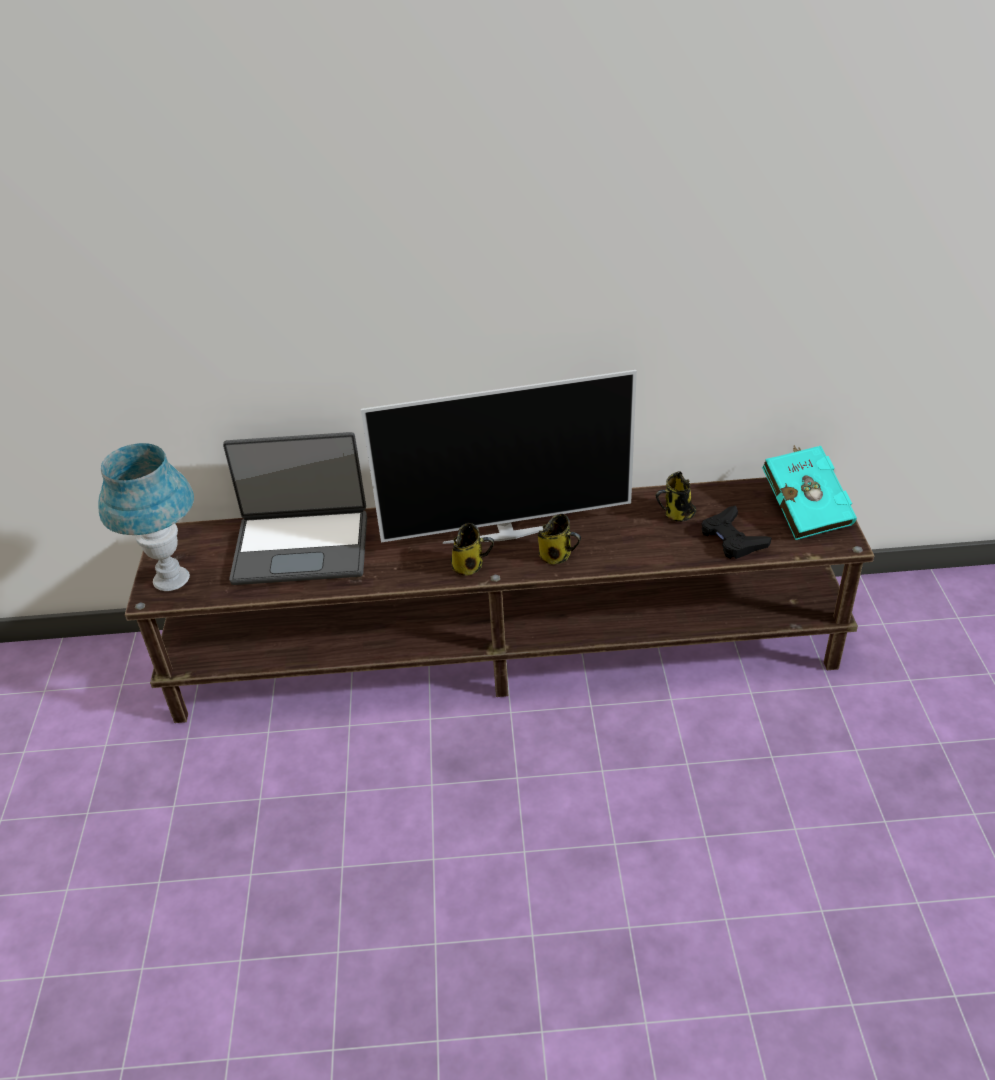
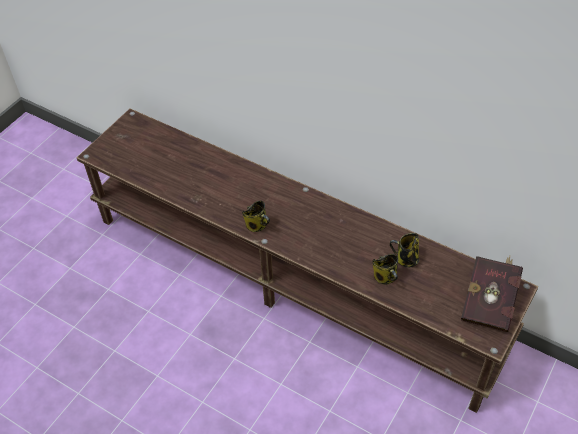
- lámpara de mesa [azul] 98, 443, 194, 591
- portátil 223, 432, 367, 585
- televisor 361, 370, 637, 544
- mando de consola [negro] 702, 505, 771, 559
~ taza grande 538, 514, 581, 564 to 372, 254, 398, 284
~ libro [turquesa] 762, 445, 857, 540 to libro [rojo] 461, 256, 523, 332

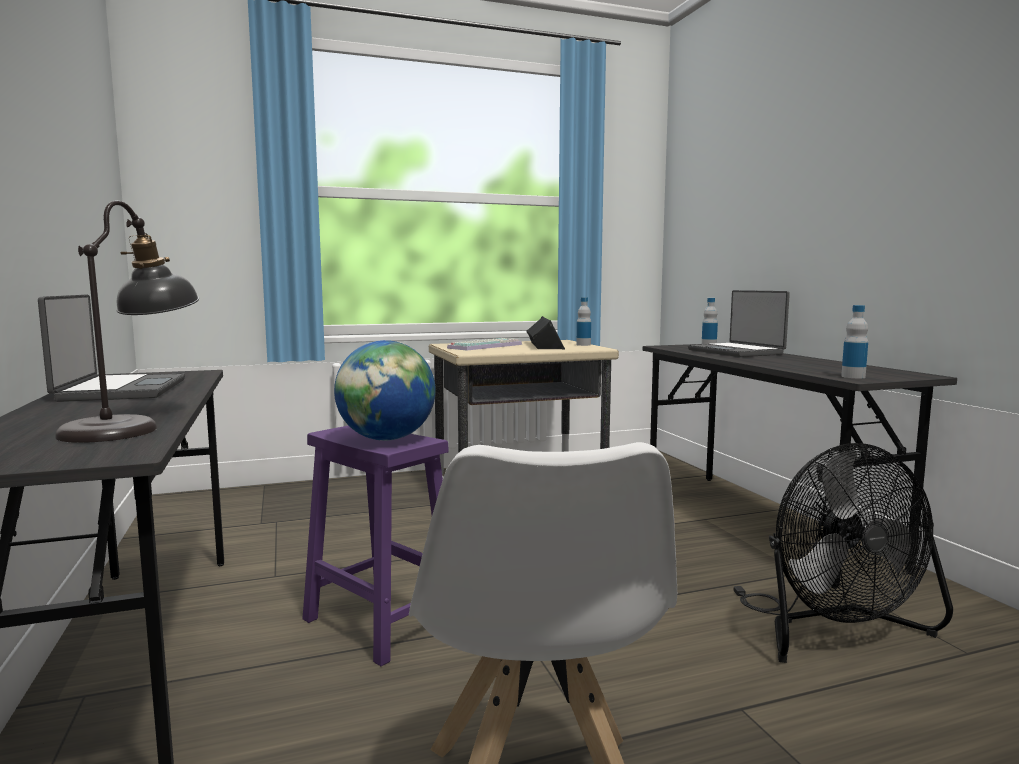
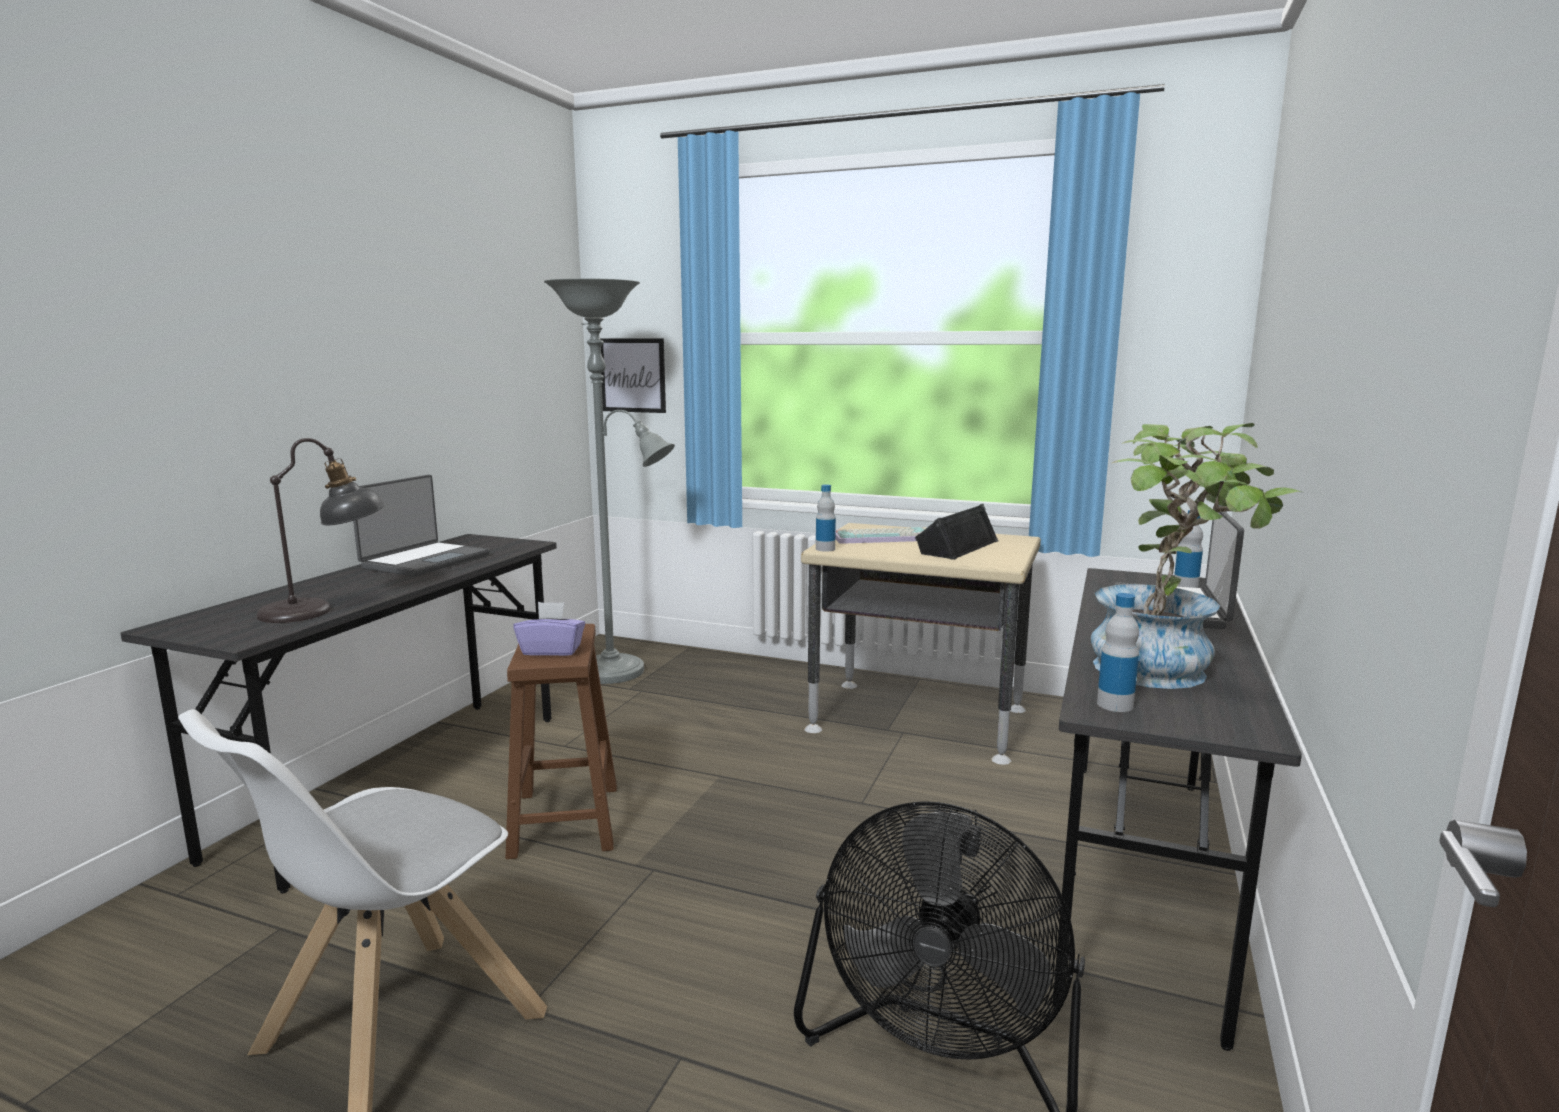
+ lámpara de pie [gris] 544, 278, 675, 684
+ cuadro 601, 338, 666, 413
+ planta en maceta 1091, 423, 1305, 689
~ botella 577, 297, 591, 346 to 816, 484, 836, 552
~ globo terráqueo 334, 340, 436, 441 to caja de pañuelos [morado] 513, 602, 585, 656
~ taburete [morado] 302, 425, 449, 666 to taburete [marrón] 506, 624, 617, 859

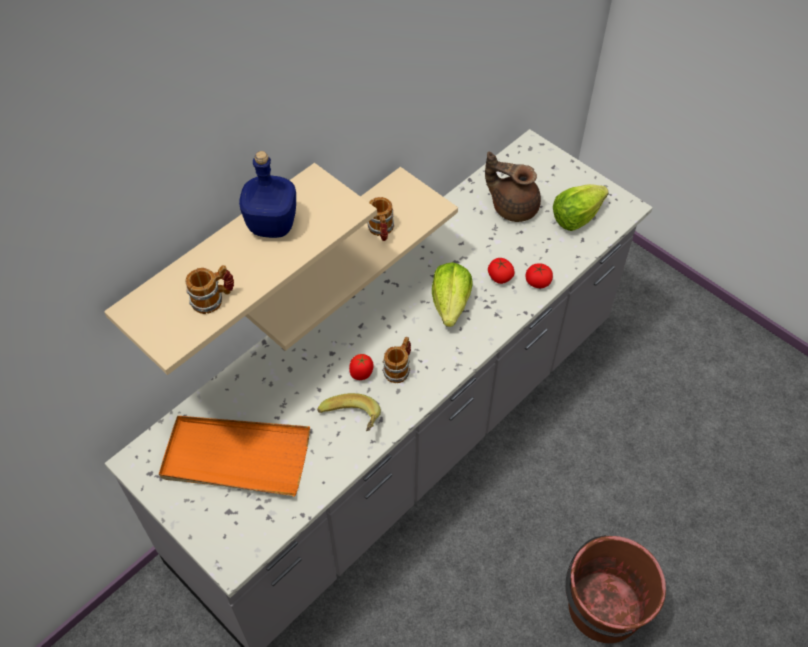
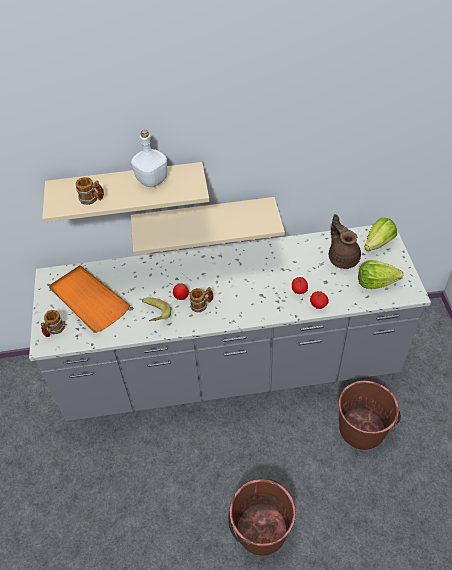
+ cubo [marrón] 338, 381, 401, 450
~ taza grande 368, 197, 394, 241 to 41, 310, 65, 337
~ lechuga 432, 262, 472, 327 to 365, 218, 397, 251
~ botella [azul] 239, 151, 296, 238 to botella [blanco] 131, 130, 167, 187

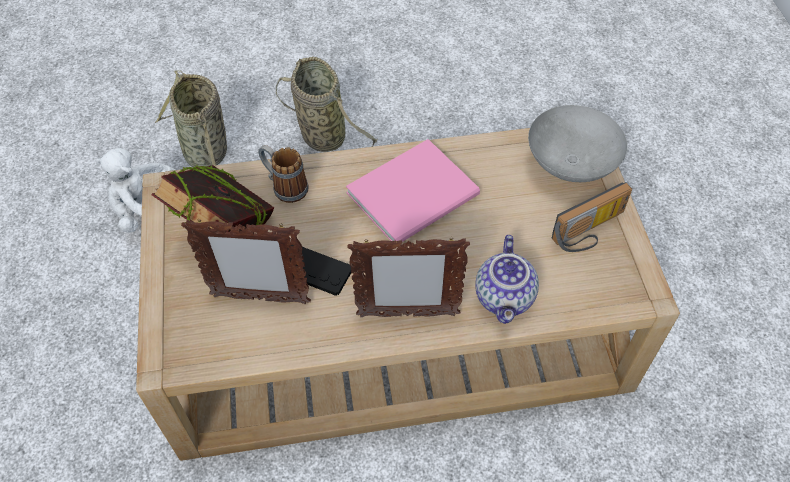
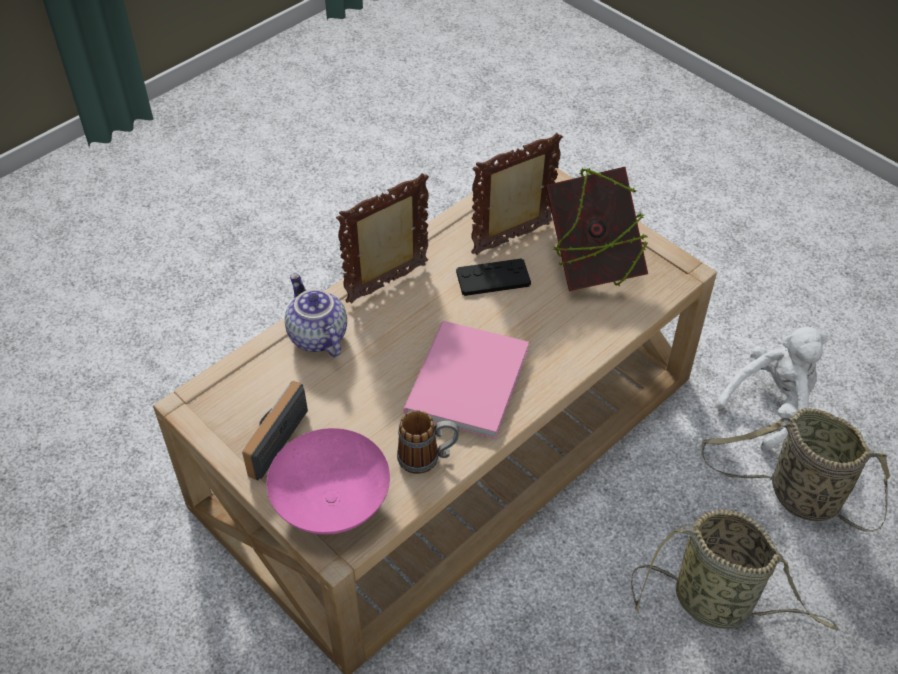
~ taza grande 258, 145, 308, 203 to 397, 410, 459, 474
~ cuenco [gris] 528, 105, 627, 182 to cuenco [rosa] 267, 428, 390, 535

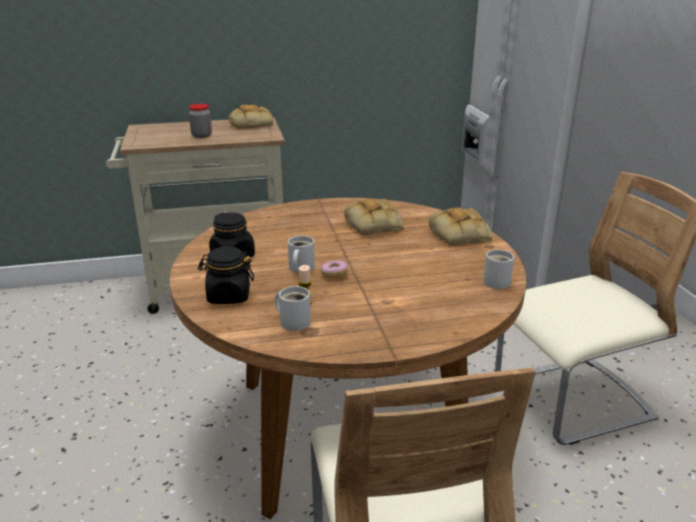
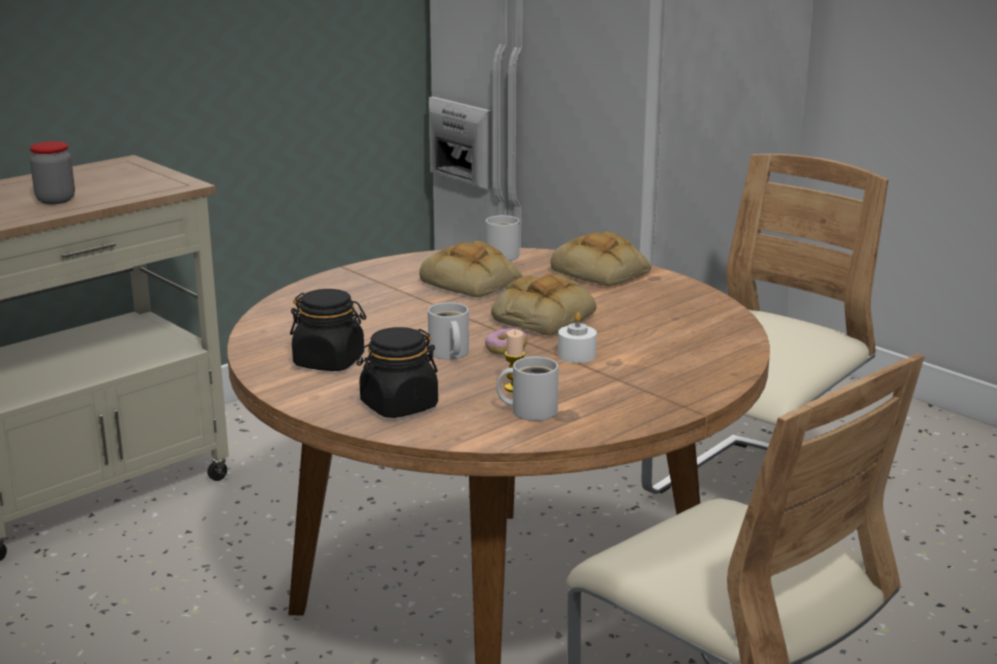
+ vela [blanco] 558, 312, 597, 363
~ pan 228, 105, 273, 129 to 491, 274, 596, 336
~ taza grande [blanco] 483, 250, 514, 289 to 486, 215, 520, 261

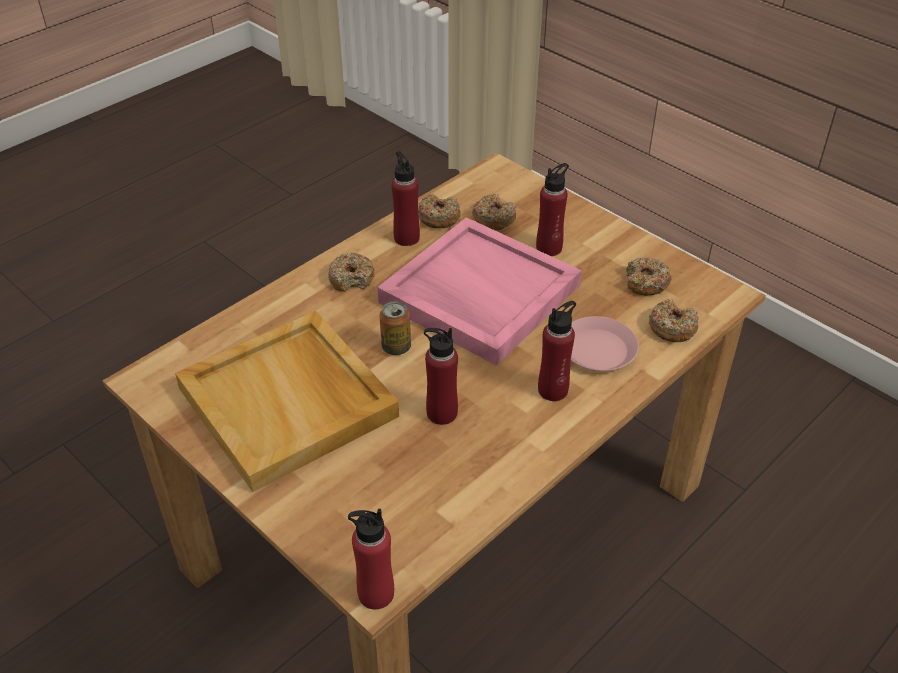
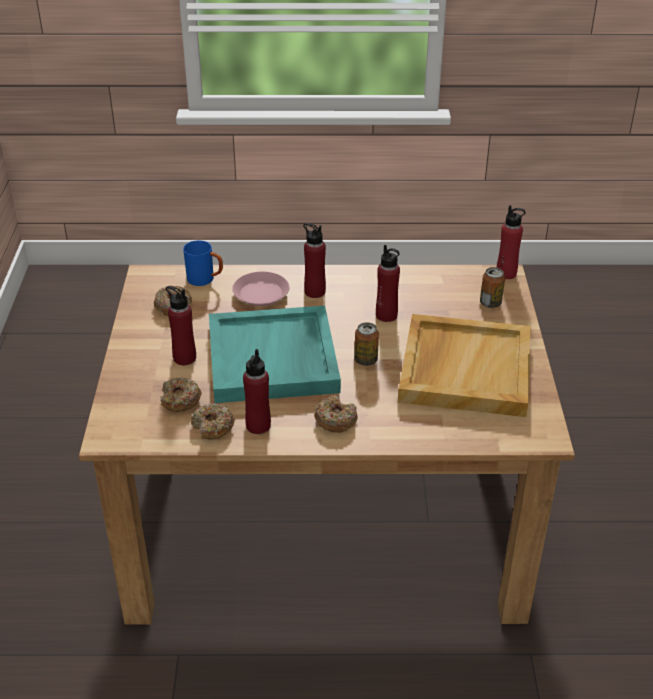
+ lata 480, 267, 505, 308
~ rosquilla 649, 299, 699, 342 to taza grande [azul] 183, 240, 223, 286
~ bandeja [rosa] 378, 217, 582, 366 to bandeja [turquesa] 209, 306, 341, 403

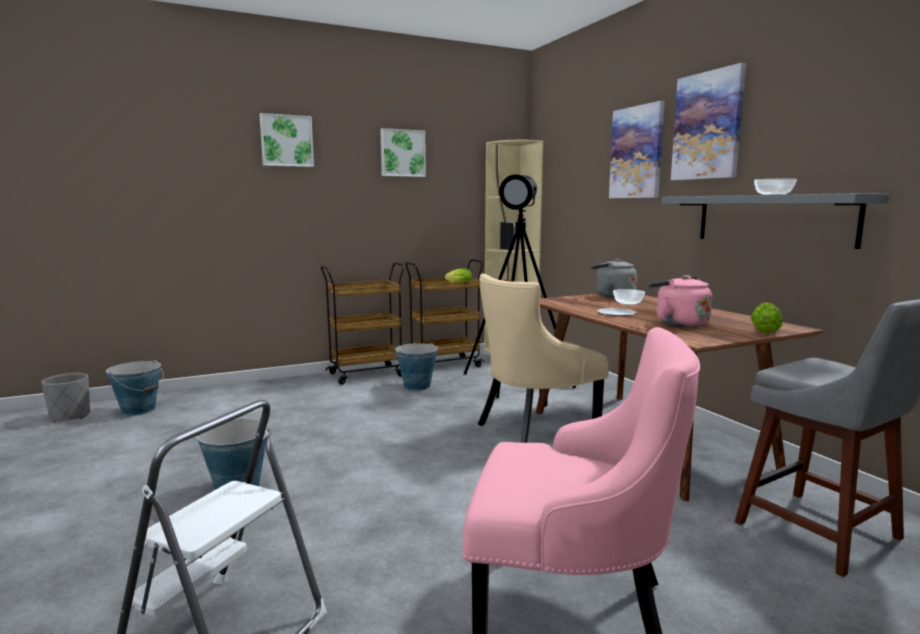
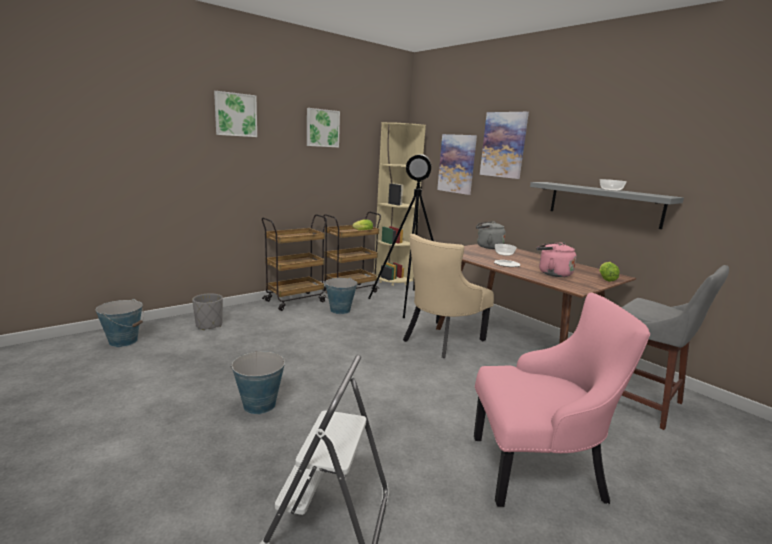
~ maceta [gris] 41, 373, 90, 422 to 192, 293, 223, 330
~ cuadro 671, 63, 746, 180 to 437, 134, 477, 195

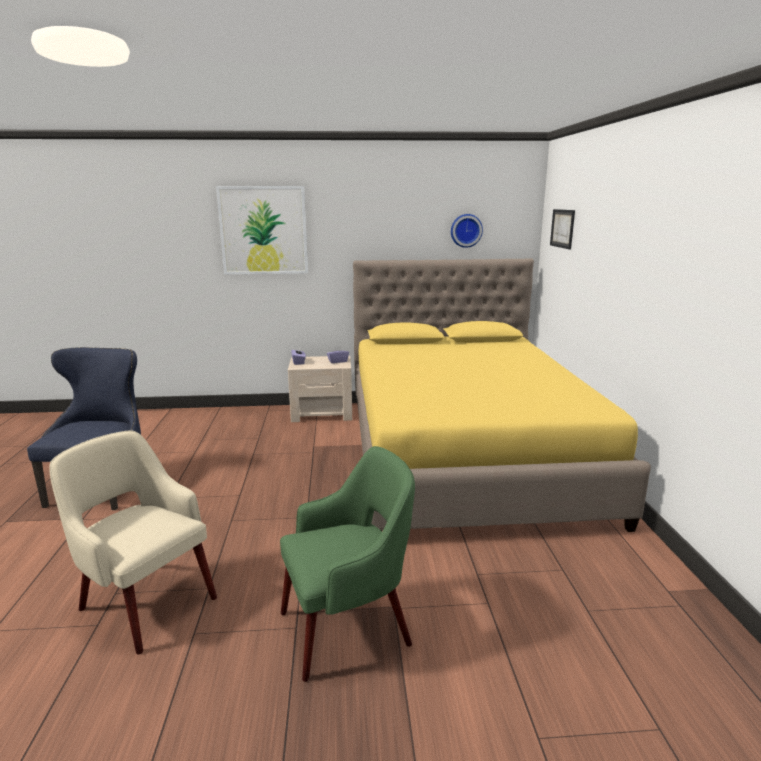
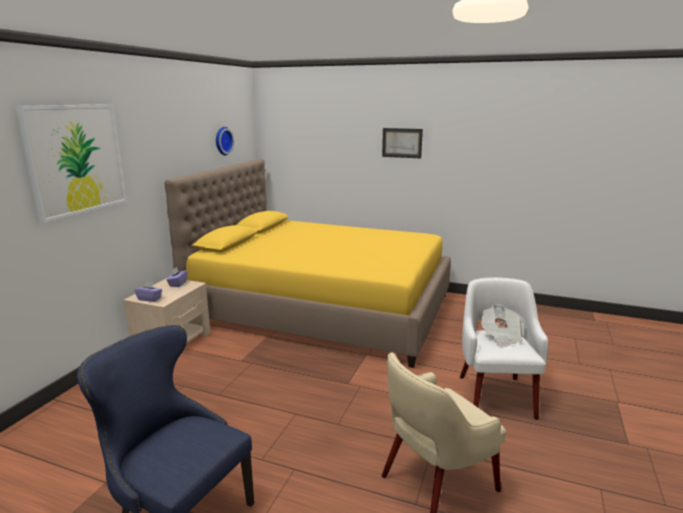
+ periódico 481, 304, 524, 347
~ cuadro 550, 209, 575, 250 to 382, 128, 423, 158
~ sillón [verde] 280, 446, 415, 682 to sillón [blanco] 460, 277, 548, 420

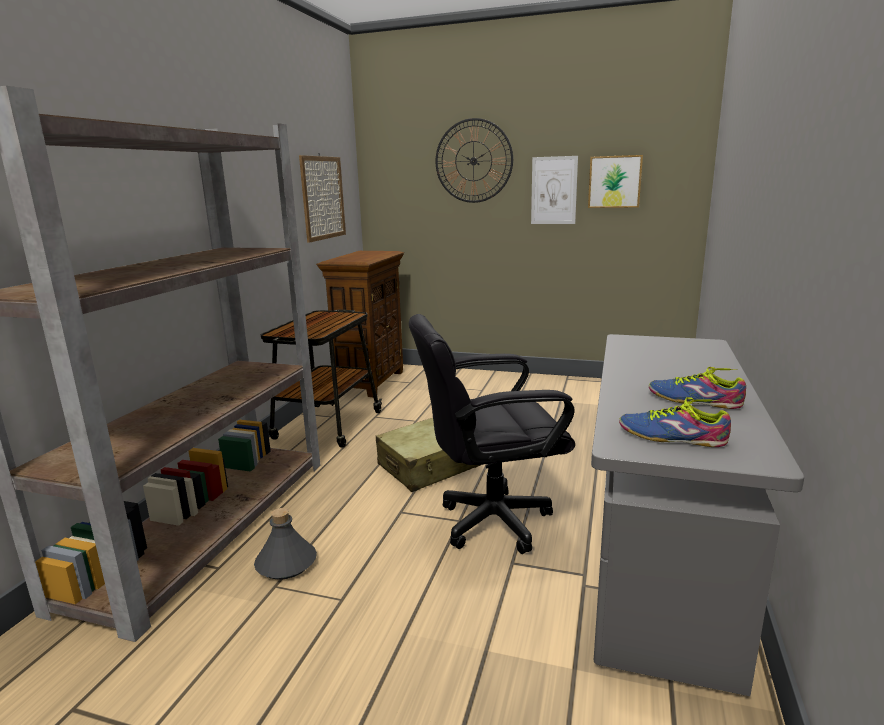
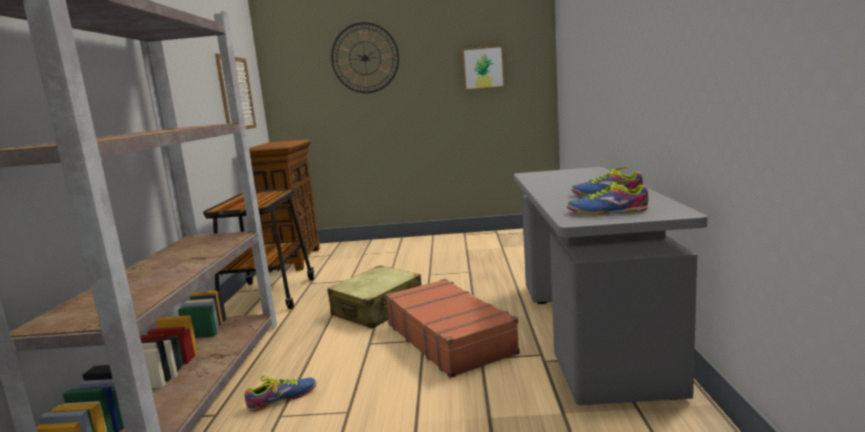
- cuadro 531, 156, 578, 224
~ botella [gris] 254, 508, 317, 580 to zapato 245, 376, 316, 412
~ silla de oficina [negro] 409, 314, 575, 554 to maleta [marrón] 385, 279, 520, 378

